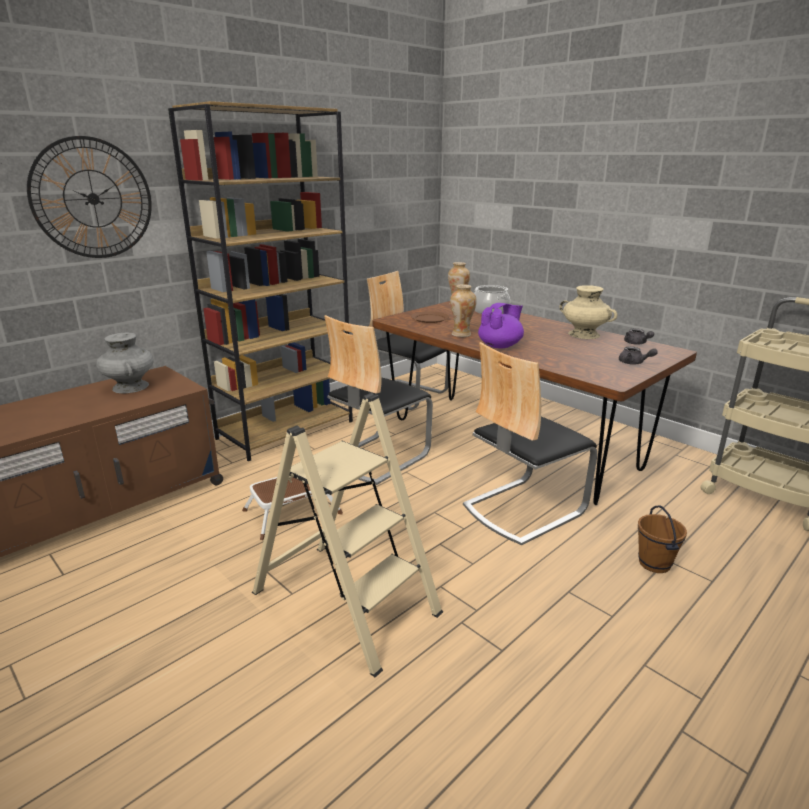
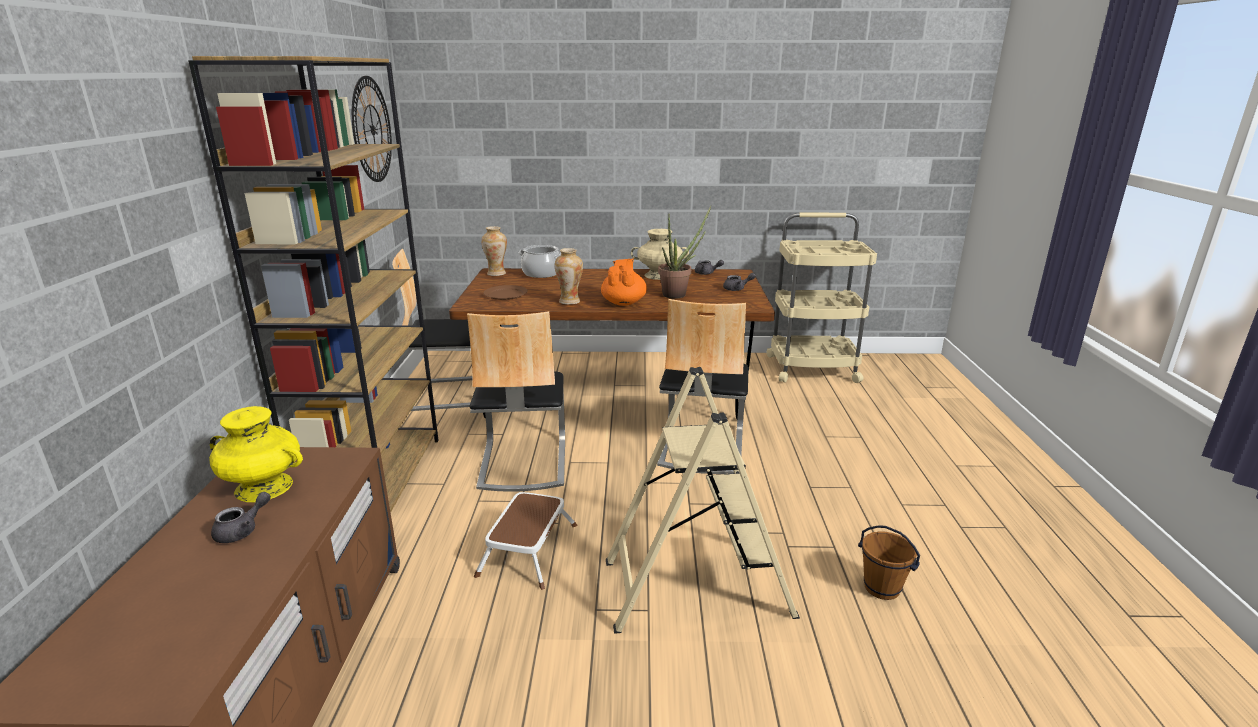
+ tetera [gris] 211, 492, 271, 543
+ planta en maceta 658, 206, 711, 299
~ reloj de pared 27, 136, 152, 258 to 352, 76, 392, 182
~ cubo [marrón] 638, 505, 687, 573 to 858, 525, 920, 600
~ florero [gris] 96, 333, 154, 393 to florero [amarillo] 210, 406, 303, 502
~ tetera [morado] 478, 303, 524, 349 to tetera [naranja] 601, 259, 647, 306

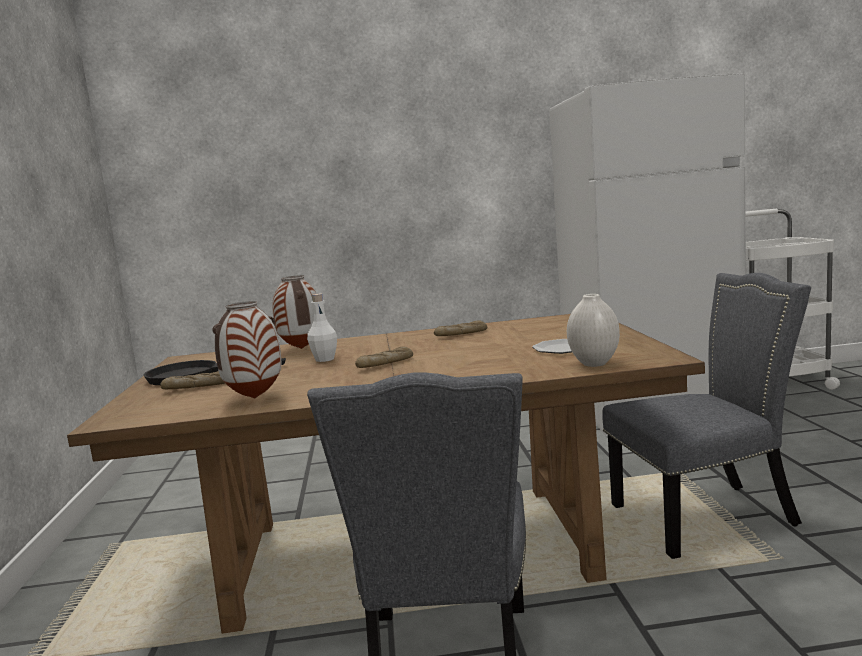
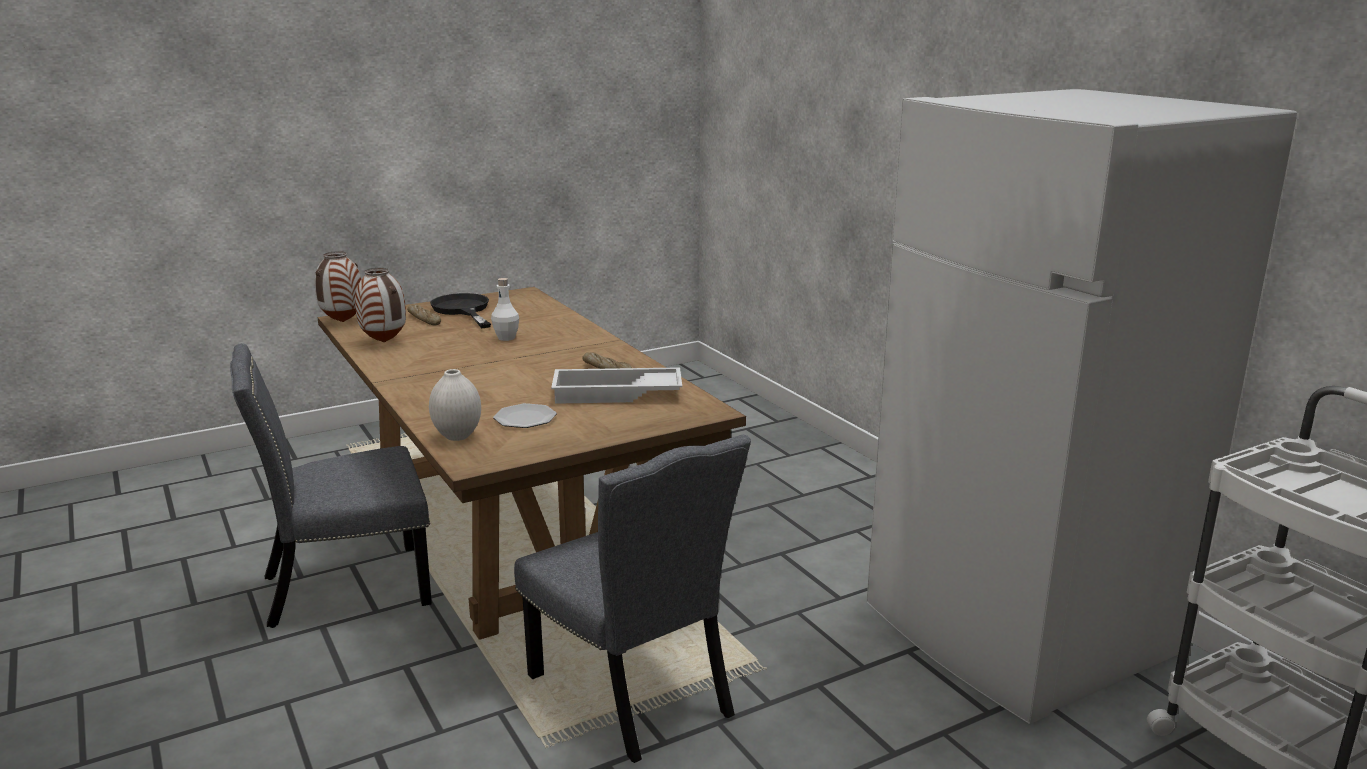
- pan 355, 346, 413, 368
+ bandeja [blanco] 551, 367, 682, 404
~ florero 272, 275, 316, 349 to 315, 251, 361, 322

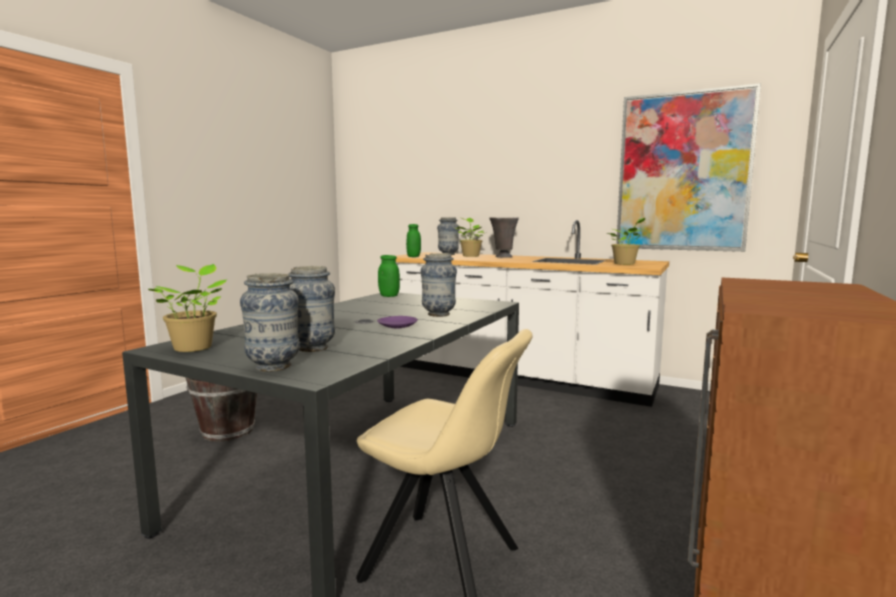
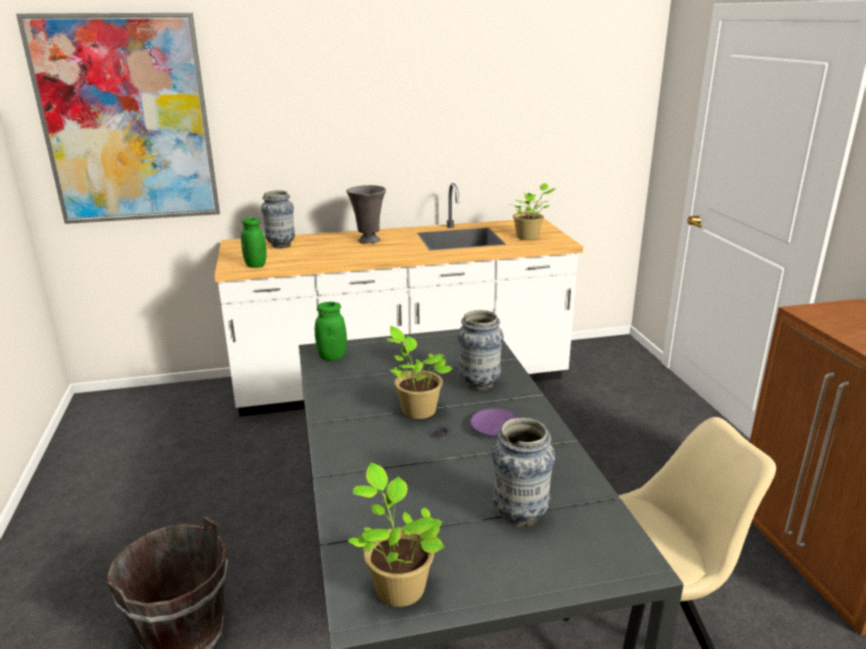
- florero 240, 273, 300, 371
~ planta en maceta 456, 217, 484, 257 to 387, 326, 453, 419
~ cuadro 616, 83, 761, 252 to 16, 12, 220, 224

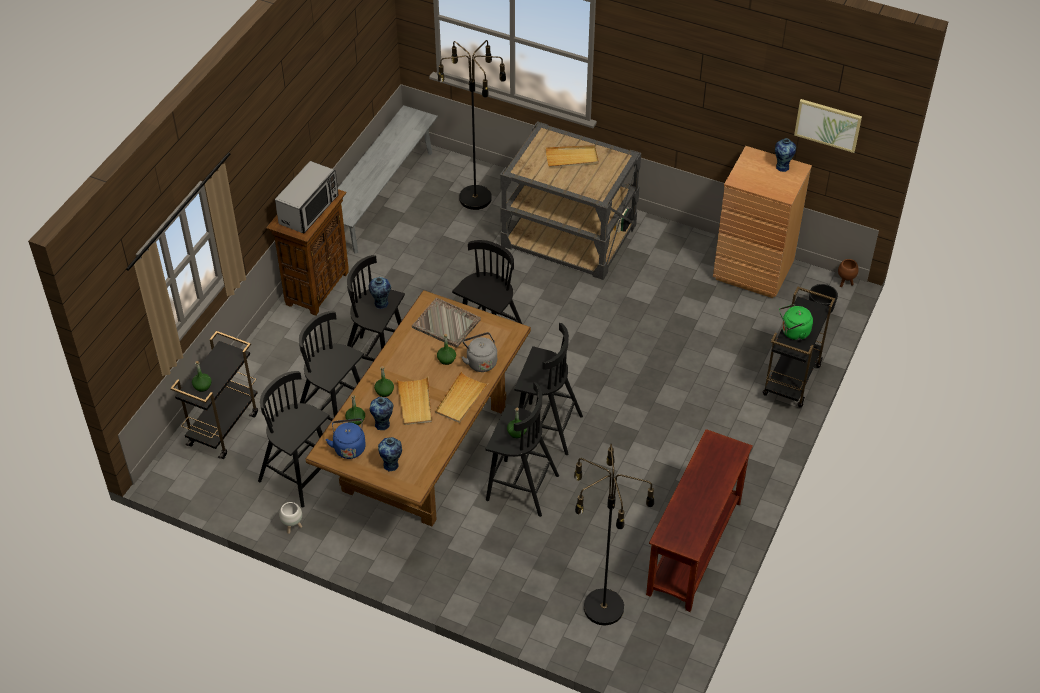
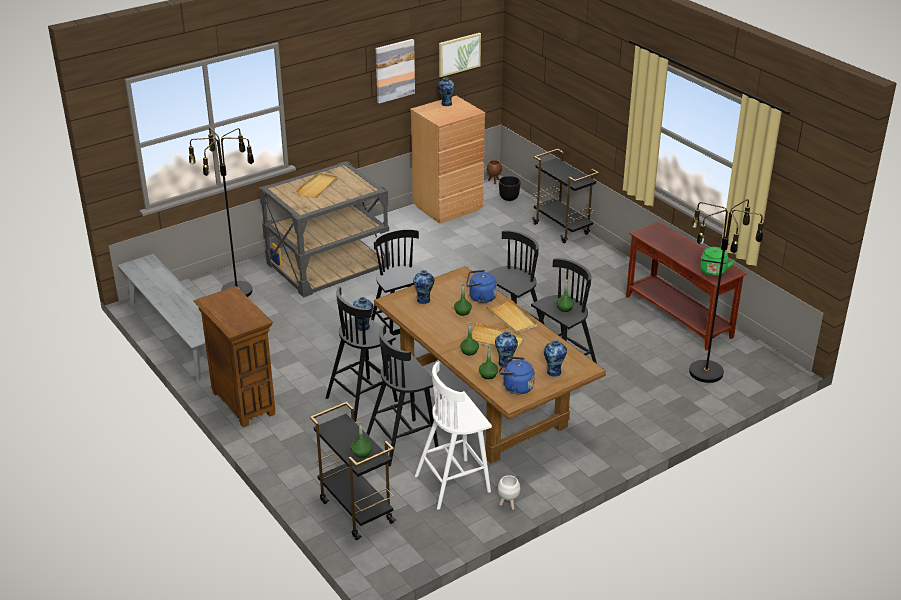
- microondas 275, 161, 339, 233
+ cuadro 376, 39, 415, 104
~ hervidor [verde] 779, 304, 813, 340 to 700, 247, 734, 276
~ bandeja [gris] 412, 298, 481, 348 to florero 413, 270, 434, 304
~ taburete [negro] 258, 371, 330, 508 to taburete [blanco] 415, 362, 492, 510
~ hervidor [gris] 462, 332, 497, 372 to hervidor [azul] 466, 270, 497, 303

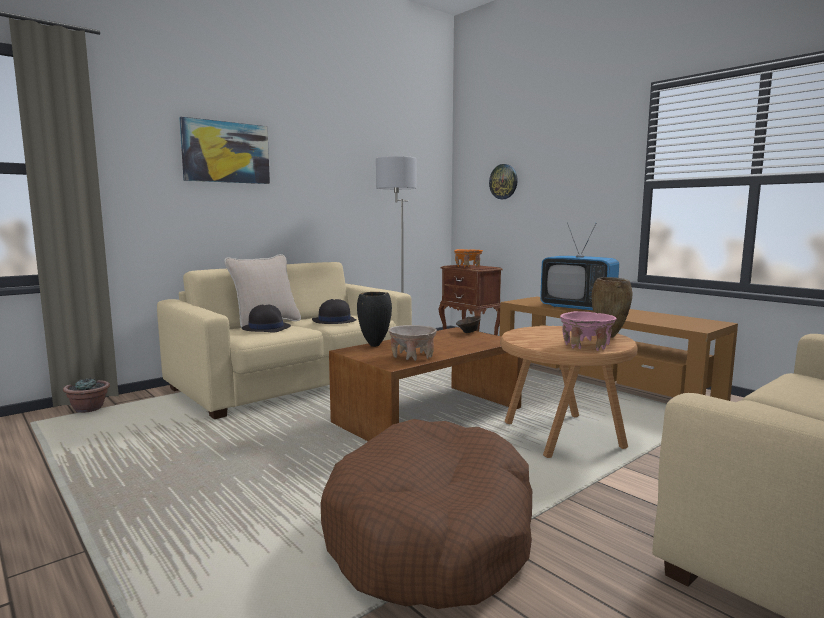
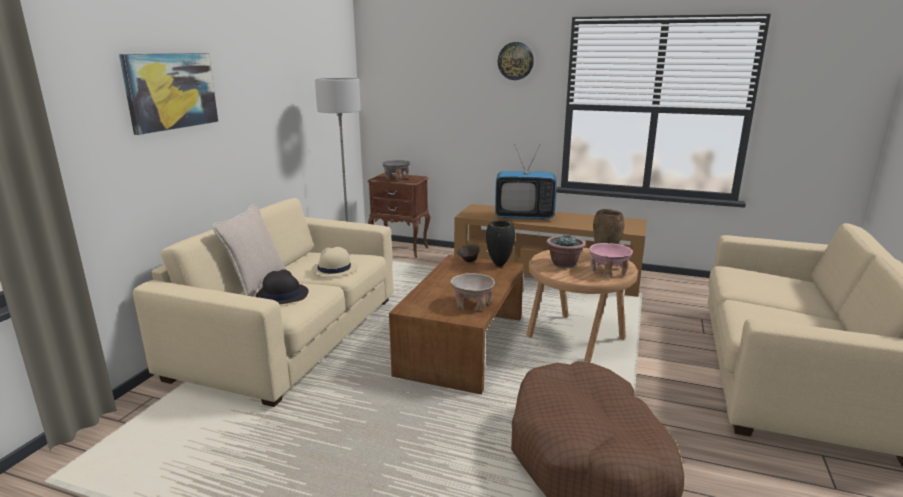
~ planta en maceta 63, 378, 110, 413 to 546, 234, 586, 268
~ florero [negro] 357, 292, 392, 347 to 486, 220, 515, 267
~ reloj de pared 489, 164, 518, 199 to 498, 42, 534, 80
~ sombrero [negro] 312, 299, 356, 324 to sombrero [beis] 311, 247, 357, 277
~ cuenco [naranja] 454, 249, 483, 267 to cuenco [gris] 382, 160, 410, 180

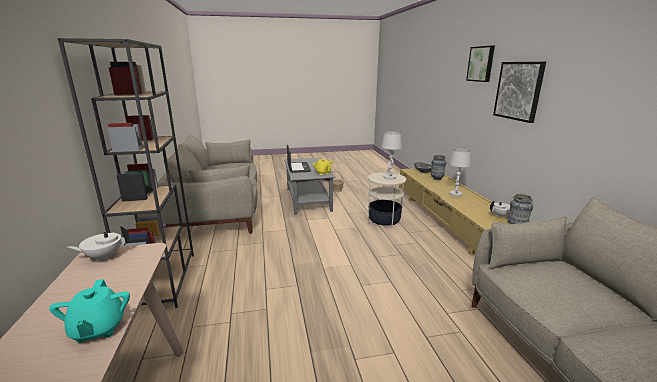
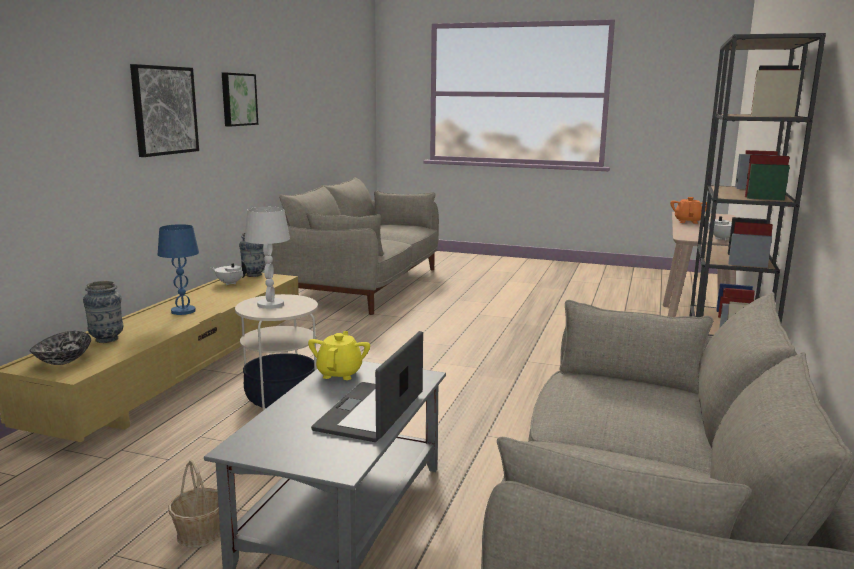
~ cuadro 466, 46, 495, 82 to 222, 73, 258, 126
~ tetera [turquesa] 49, 279, 130, 343 to tetera [naranja] 670, 197, 707, 224
~ lámpara de mesa [blanco] 449, 149, 471, 196 to lámpara de mesa [azul] 158, 224, 199, 315

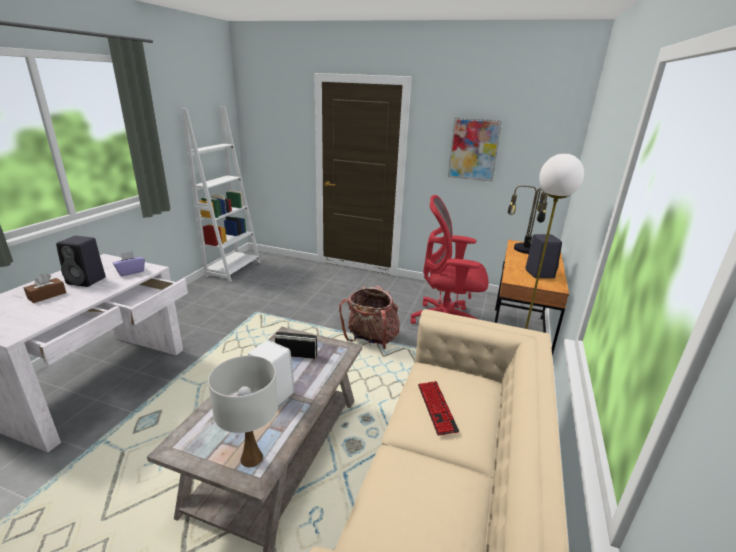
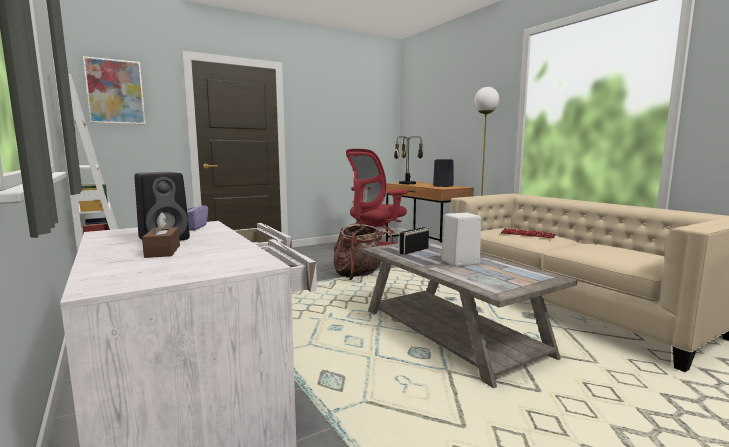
- lámpara de mesa [blanco] 208, 356, 278, 467
~ cuadro 448, 118, 502, 182 to 83, 56, 146, 124

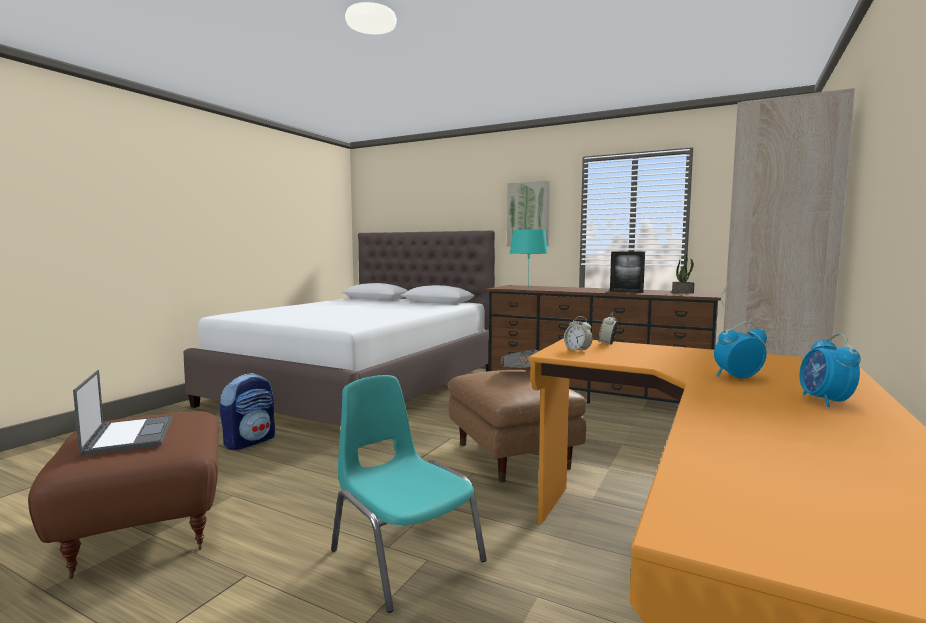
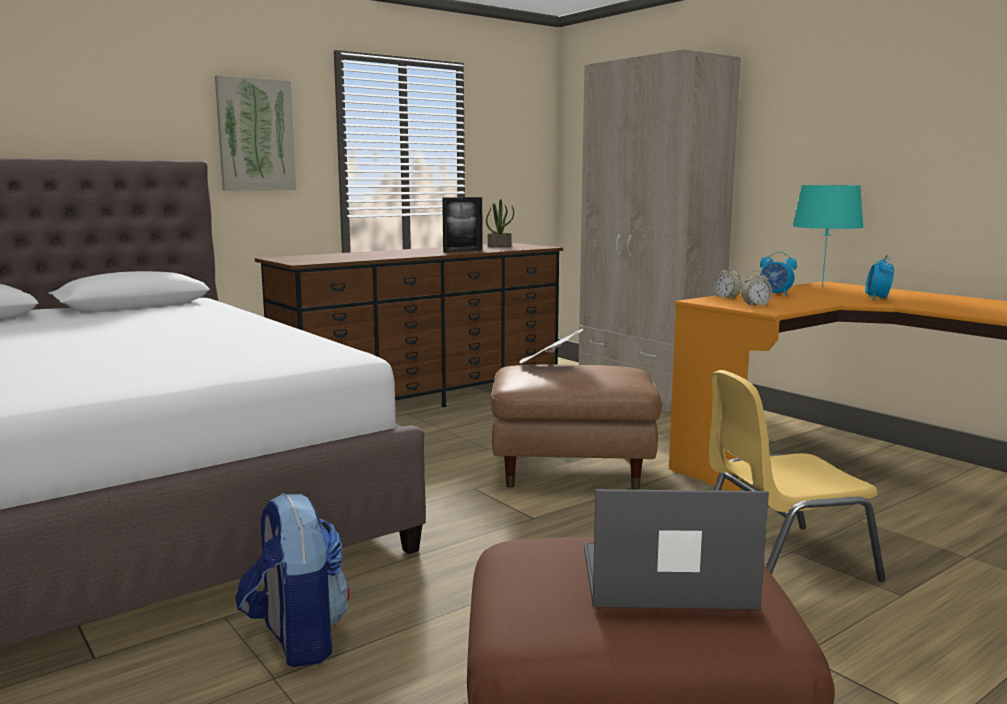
~ lámpara de mesa [turquesa] 509, 229, 548, 281 to 792, 185, 864, 287
~ despertador 799, 333, 861, 407 to 760, 251, 797, 296
~ silla [turquesa] 331, 375, 487, 613 to silla [amarillo] 709, 370, 885, 582

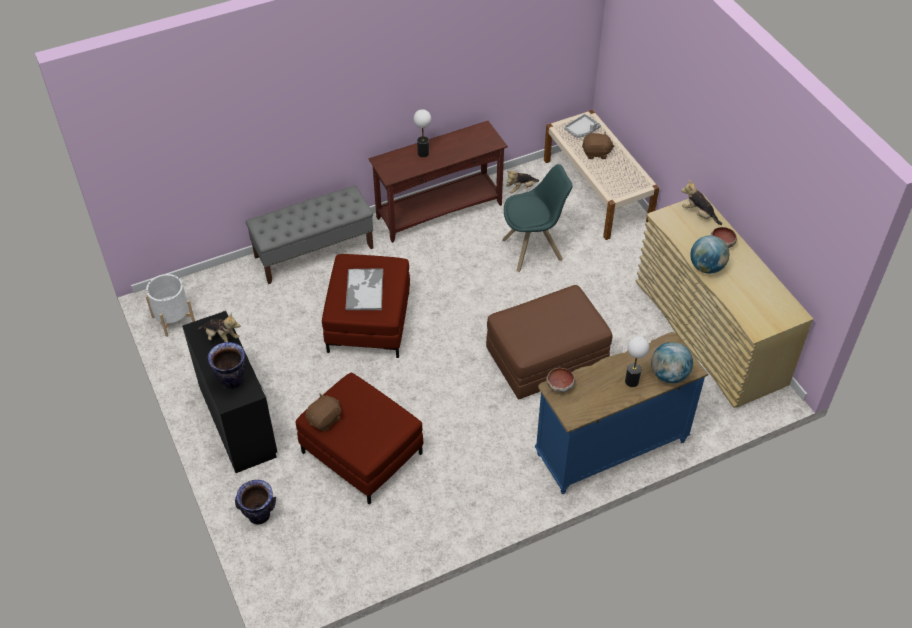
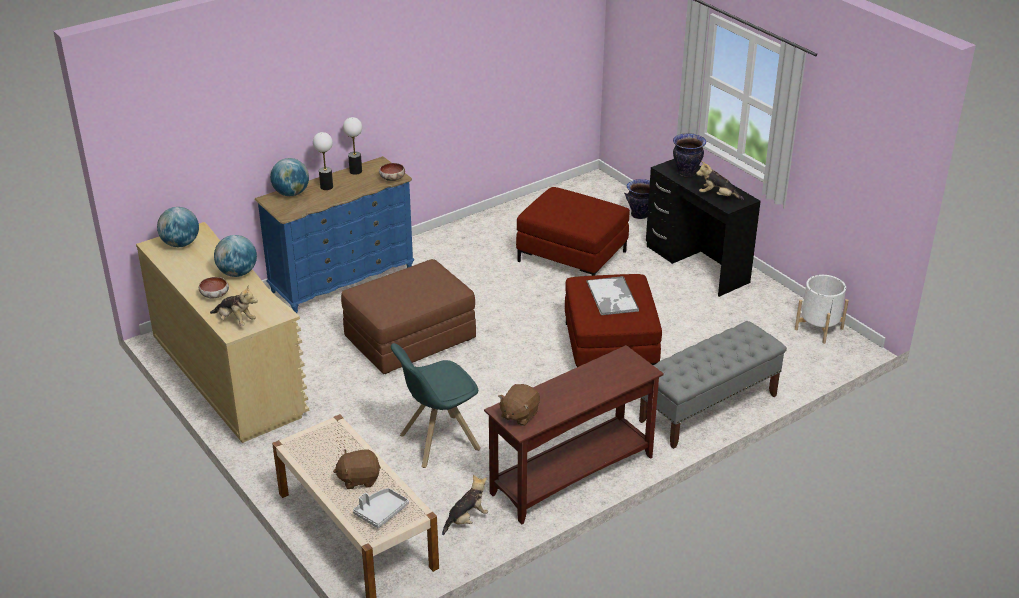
+ globo terráqueo 157, 207, 199, 247
~ peluche [marrón] 305, 393, 341, 431 to 498, 384, 540, 426
~ lámpara de mesa 414, 109, 431, 157 to 343, 117, 362, 175

